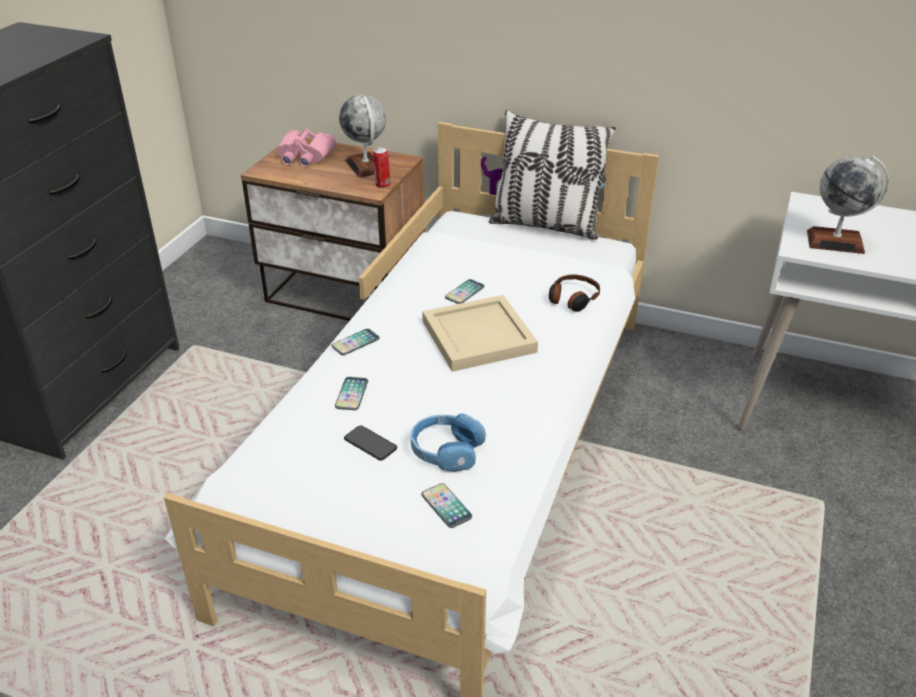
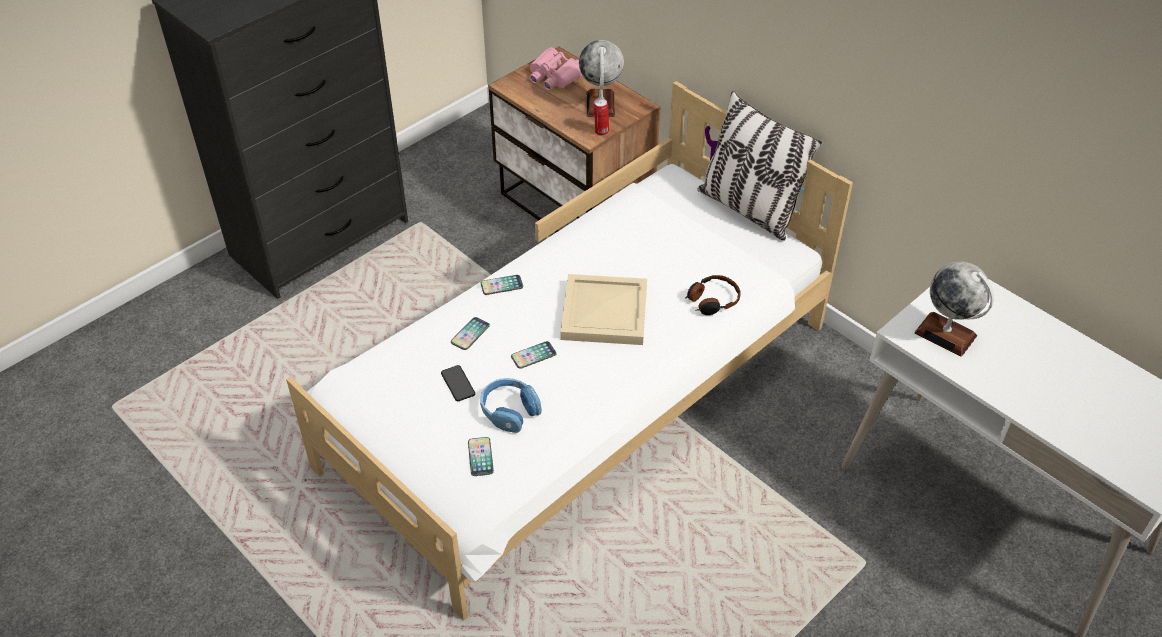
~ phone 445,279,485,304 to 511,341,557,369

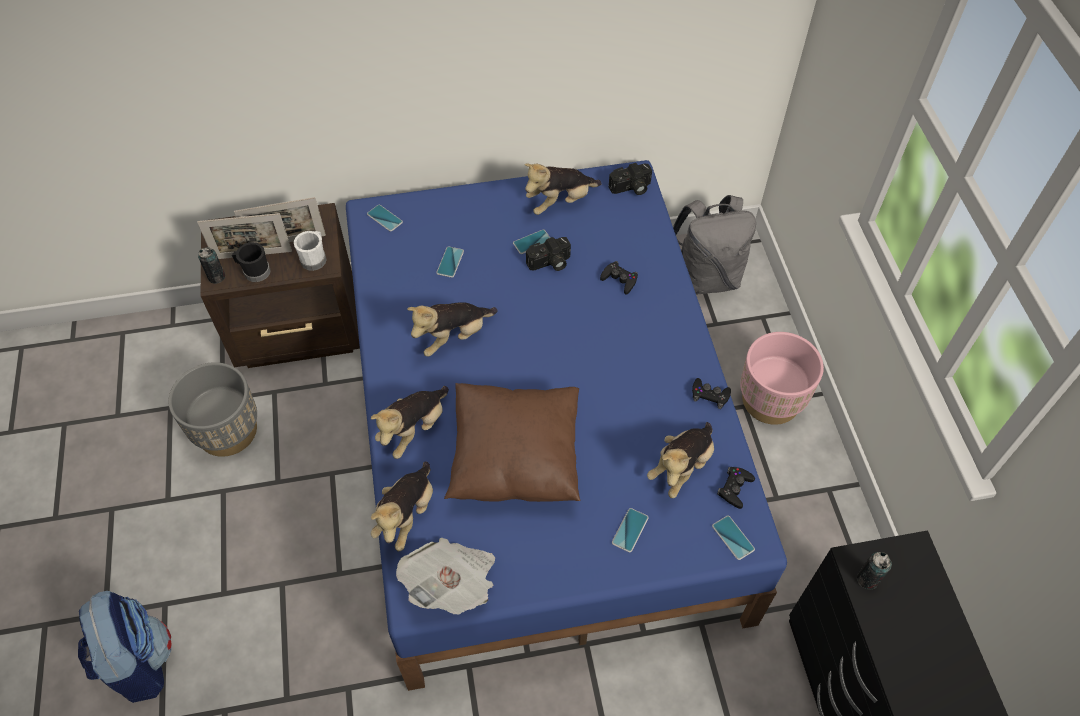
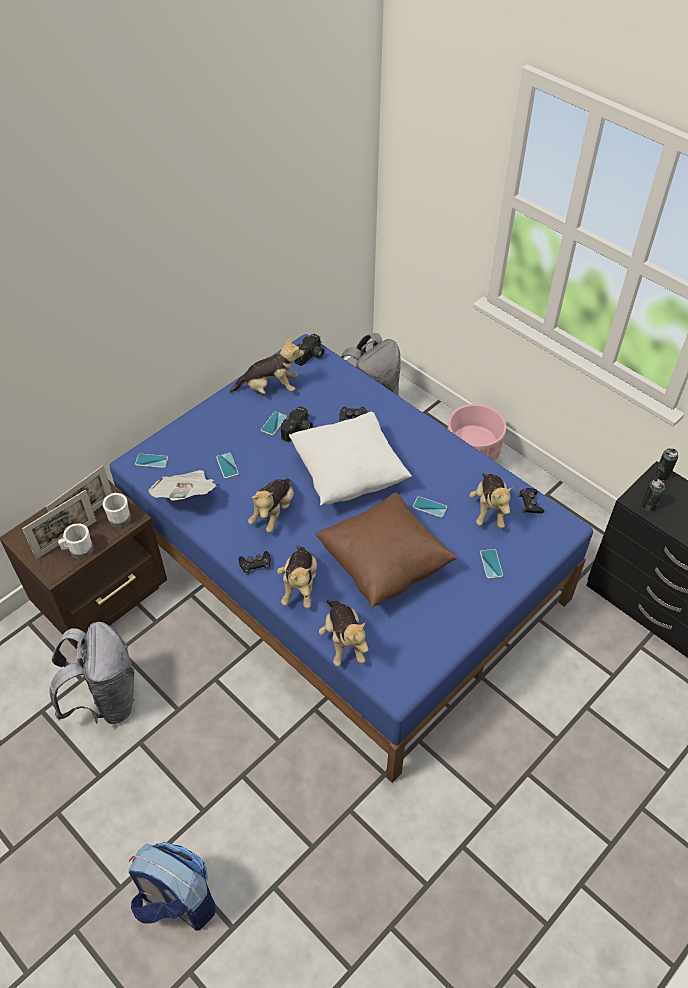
~ plush toy 524,163,602,215 = 230,336,304,394 120 degrees counterclockwise
~ black mug 232,242,271,282 to white mug 58,523,94,559
~ can 198,247,225,284 to 655,448,678,480
~ grey planter 168,362,257,457 to grey backpack 49,622,135,724
~ black game controller 692,378,731,409 to 239,551,271,575
~ phone 712,516,755,560 to 413,496,447,518
~ newspaper 396,538,495,614 to 149,470,217,501
+ white pillow 289,412,412,506

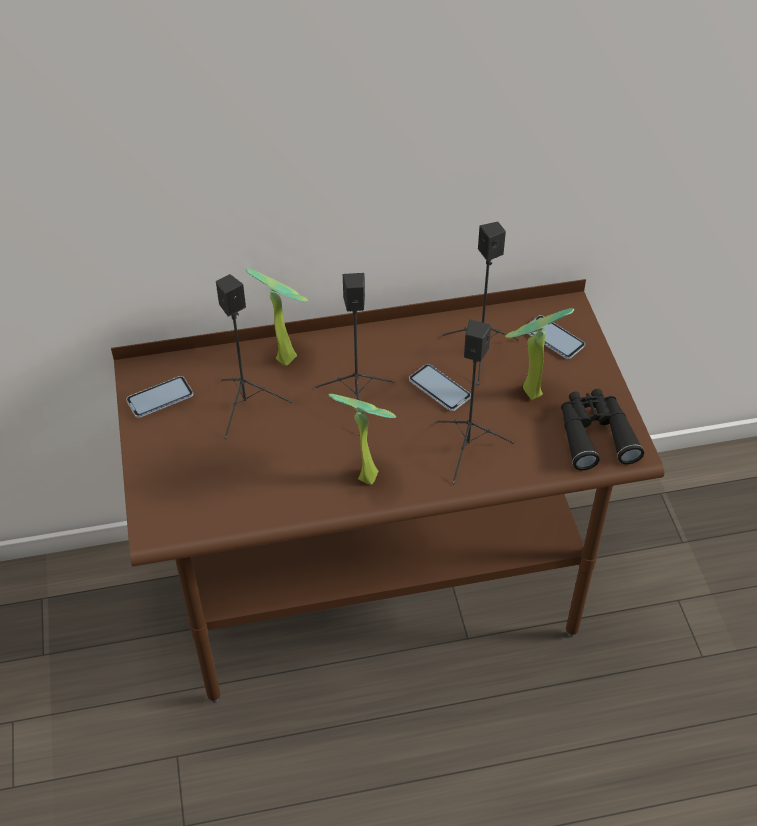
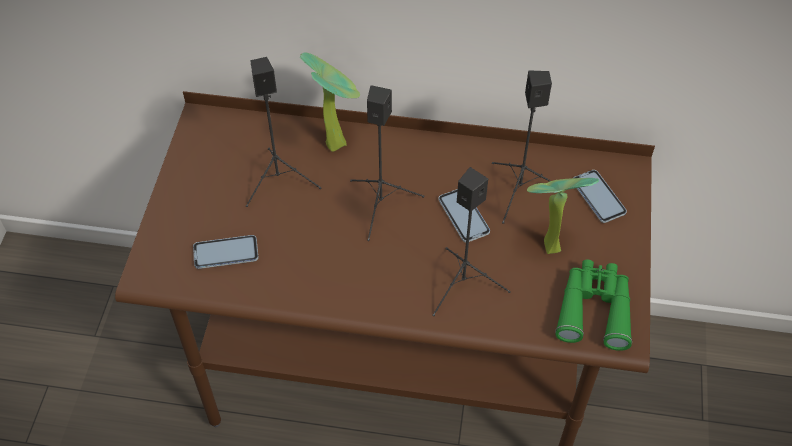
~ phone 126,376,193,418 to 193,235,259,269
~ black binoculars 561,389,644,470 to green binoculars 555,260,632,351
- potted plant 329,394,396,485

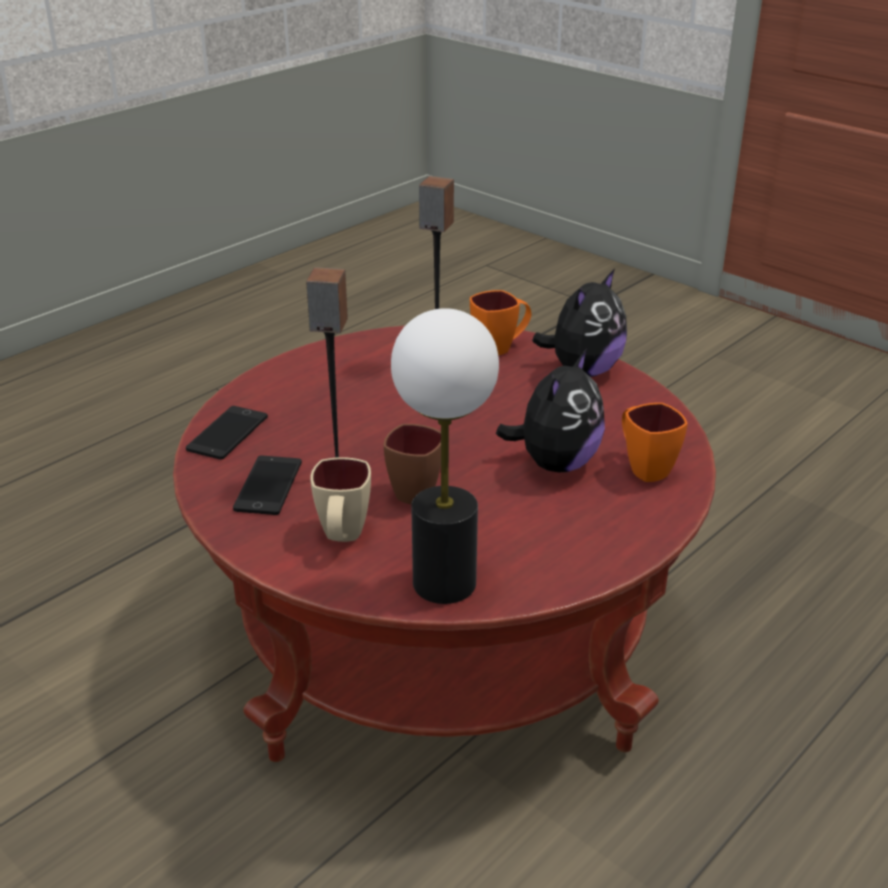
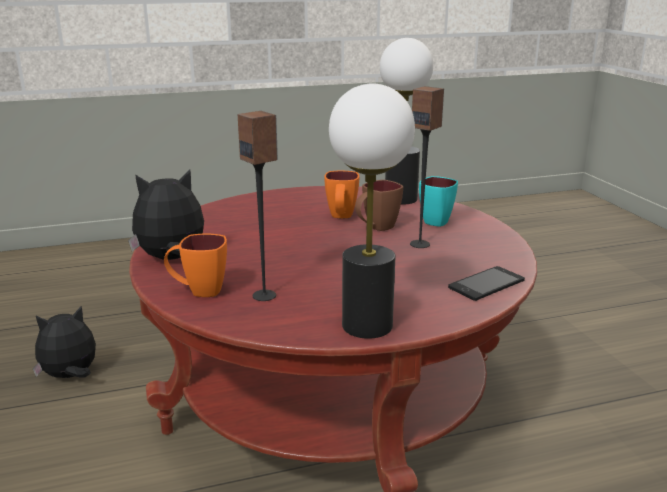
~ plush toy 496,349,605,472 to 33,306,96,378
~ orange mug 622,403,688,482 to 324,171,359,218
- phone 233,456,302,515
~ beige mug 310,457,371,542 to turquoise mug 419,176,458,227
+ table lamp 329,83,415,339

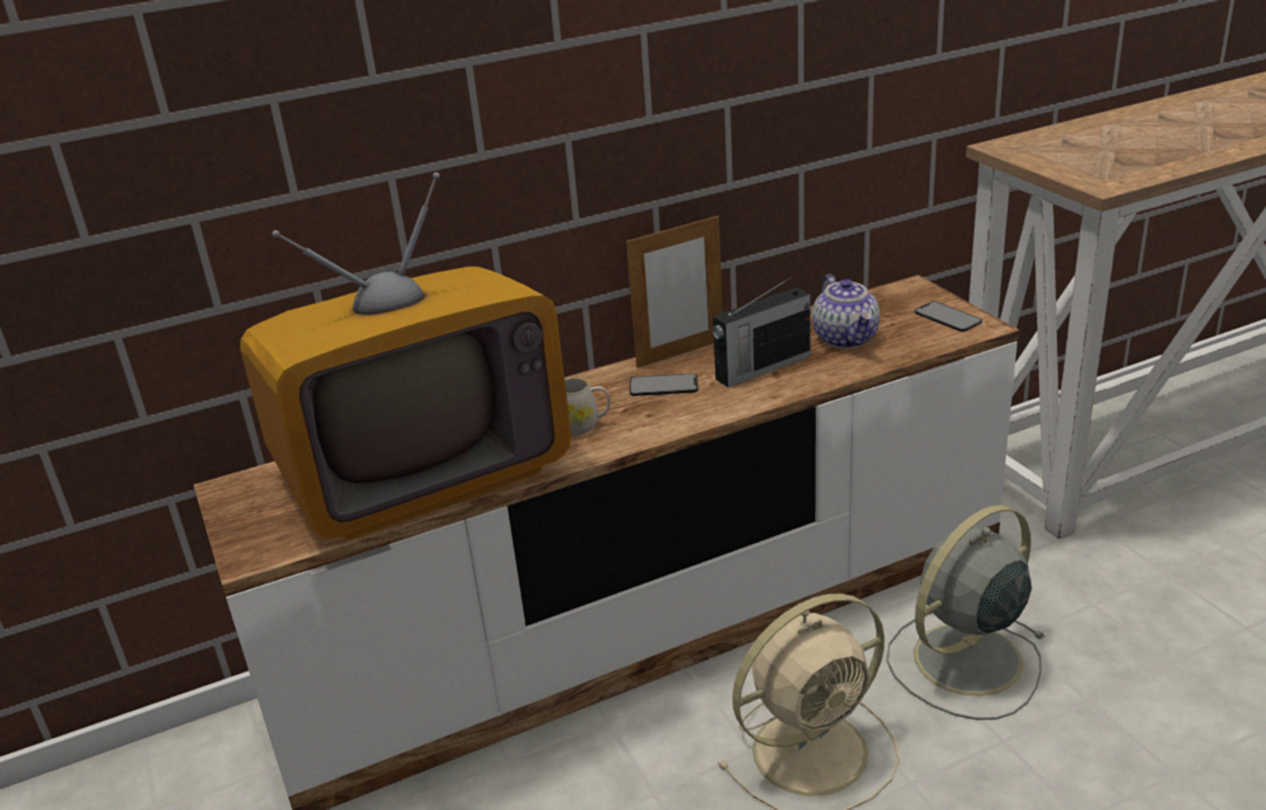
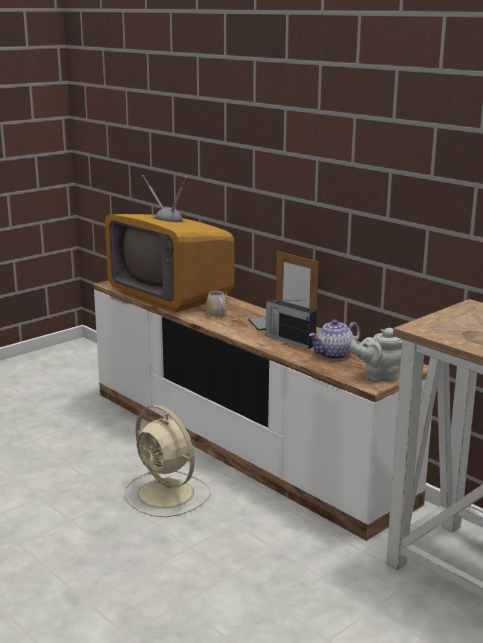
~ phone 915,301,982,332 to grey teapot 350,328,402,382
- grey fan 886,505,1046,720

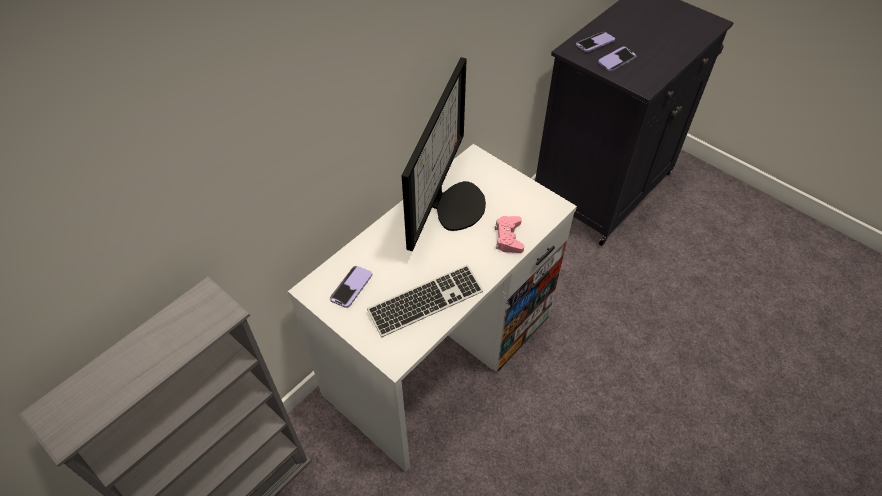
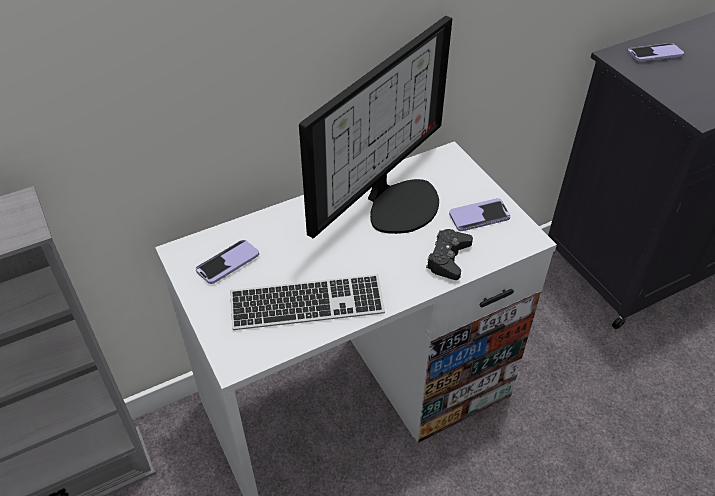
~ phone 598,47,637,72 to 449,198,511,231
~ pink game controller 495,216,524,253 to black game controller 426,229,473,280

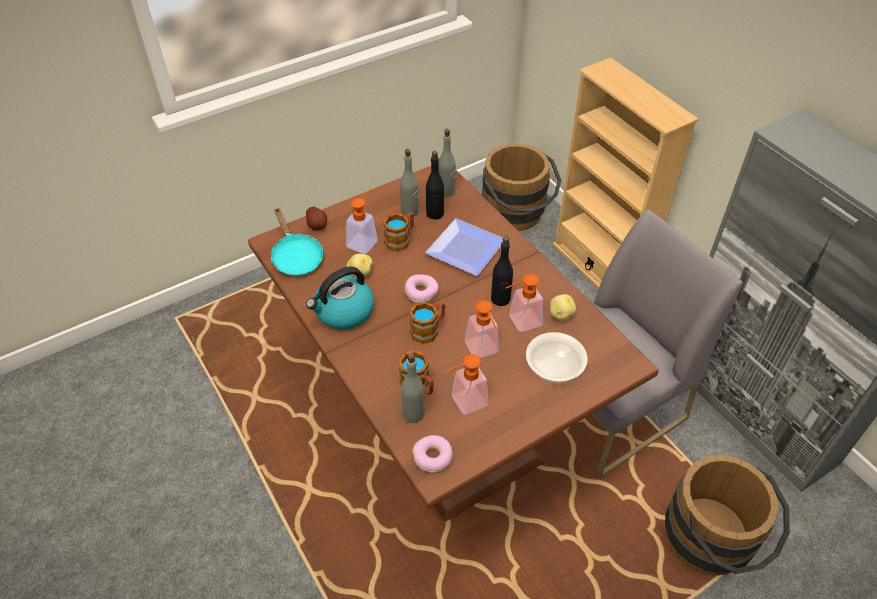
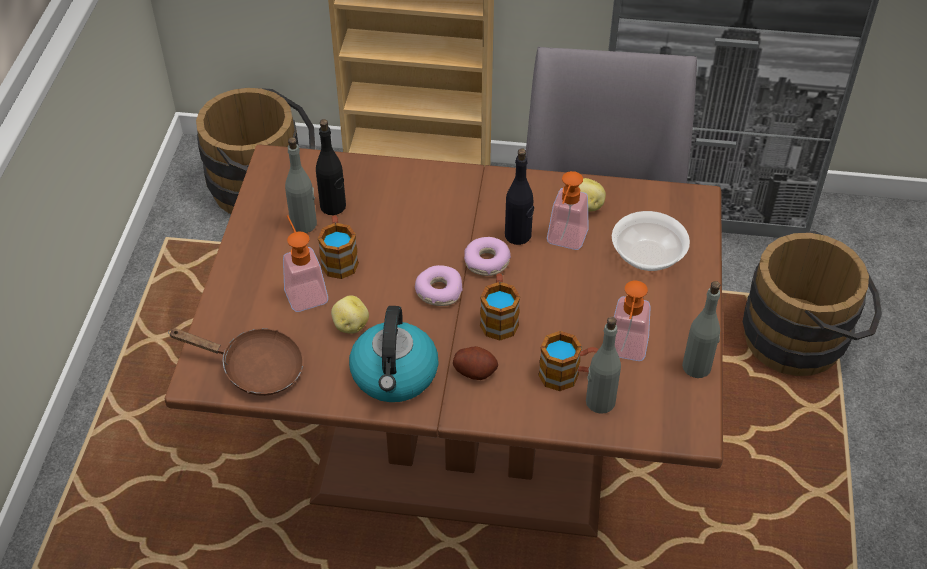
~ grey bottle 438,129,456,197 to 682,281,720,378
~ potato 306,207,327,230 to 453,346,498,380
~ turquoise frying pan 271,208,323,276 to brown frying pan 168,328,303,396
- plate 425,218,503,276
- soap dispenser 465,300,499,358
~ donut 412,435,453,473 to 464,237,511,276

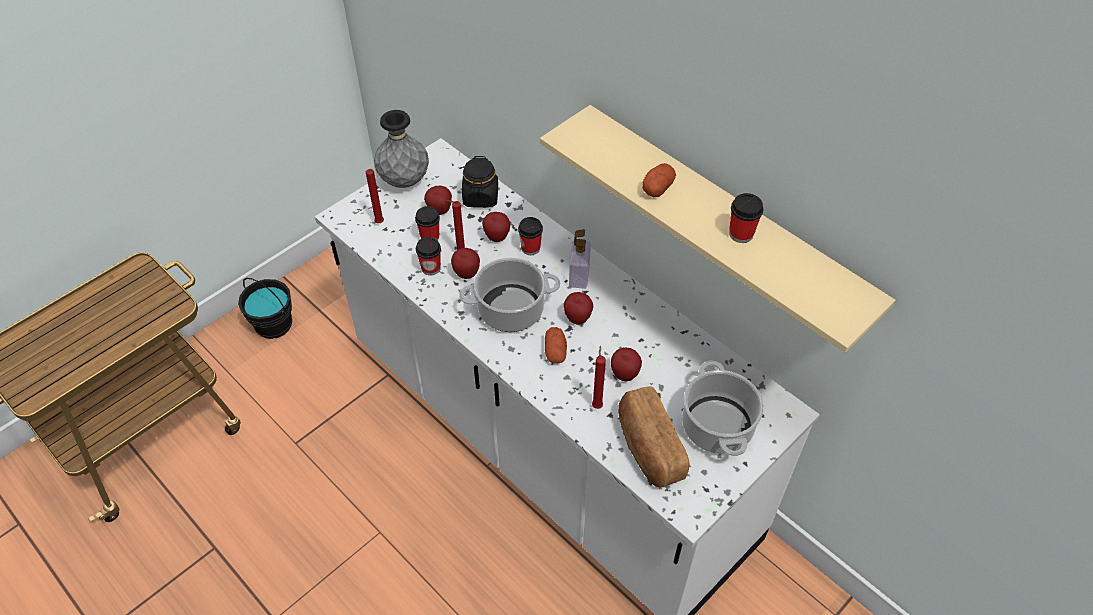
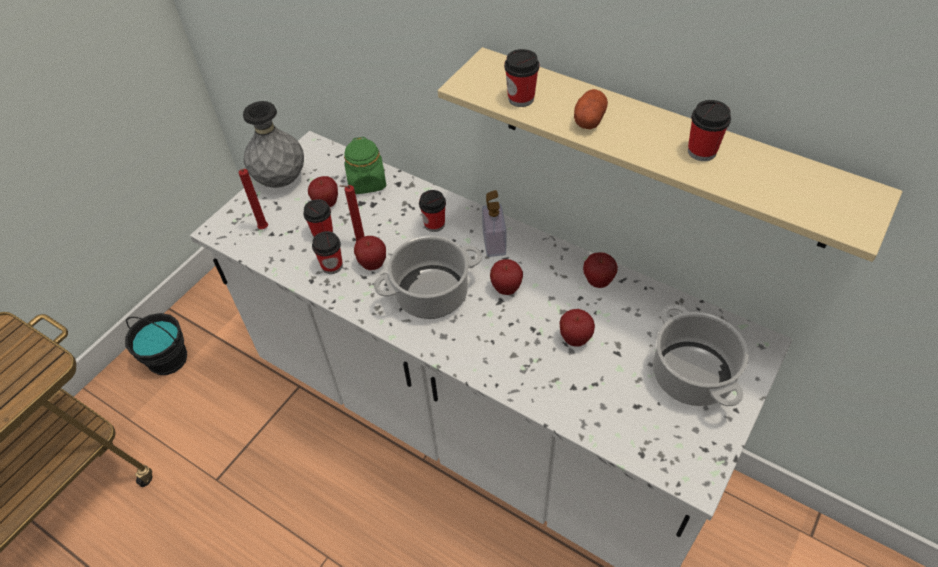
~ black jar 462,156,498,208 to green jar 344,137,386,194
~ apple 482,212,510,242 to 583,252,618,288
- potato 545,327,567,364
- red candle 592,345,606,409
- bread 618,386,689,488
+ cup 504,49,539,107

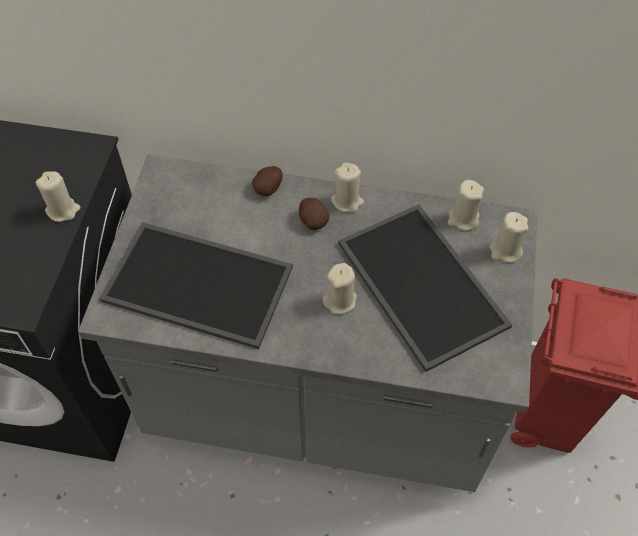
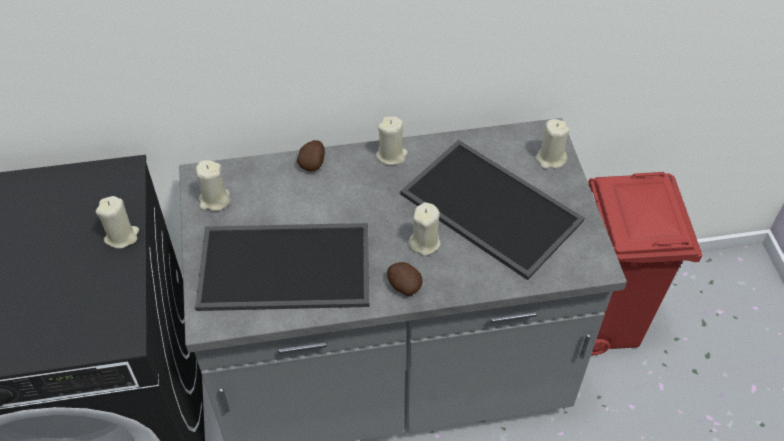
~ beige candle 448,180,484,231 to 196,160,230,211
~ potato 299,198,329,230 to 387,262,423,296

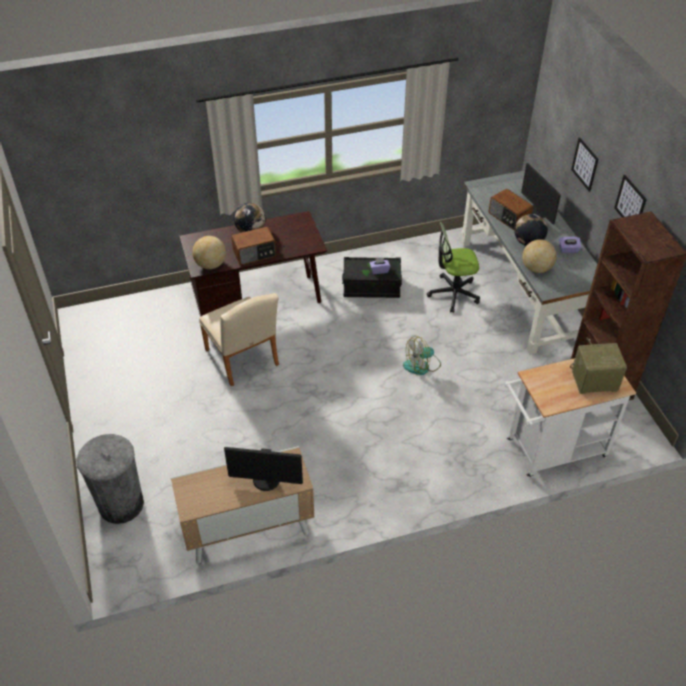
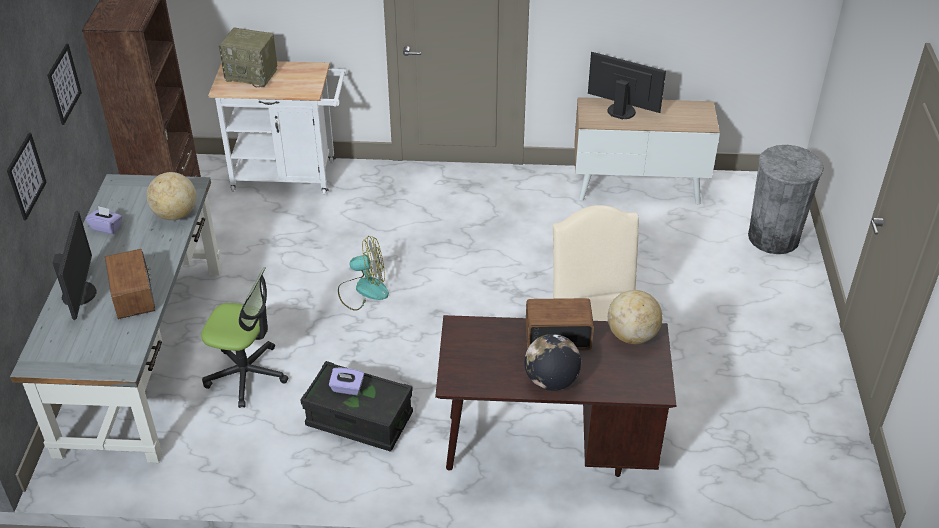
- globe 514,214,548,246

